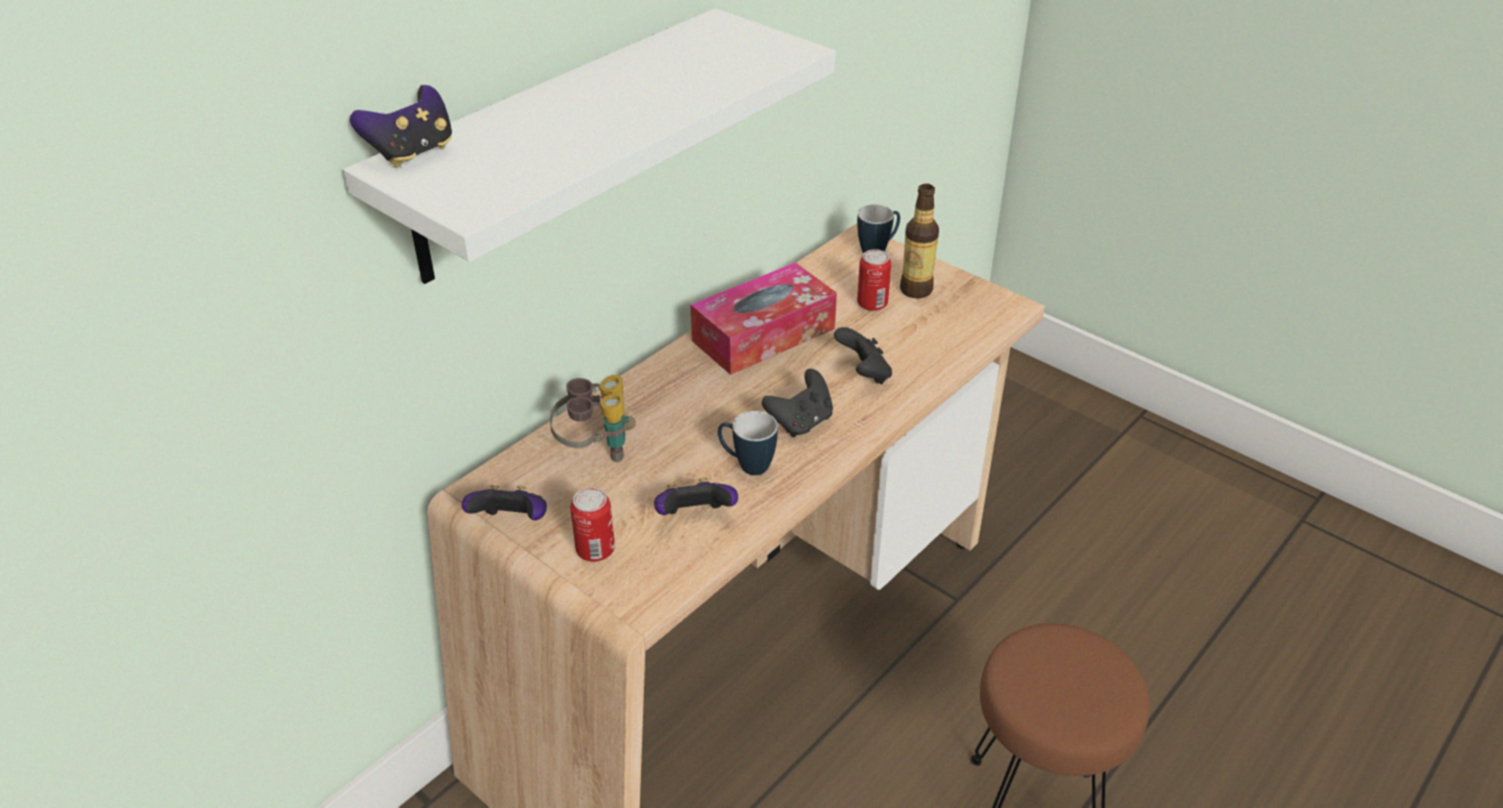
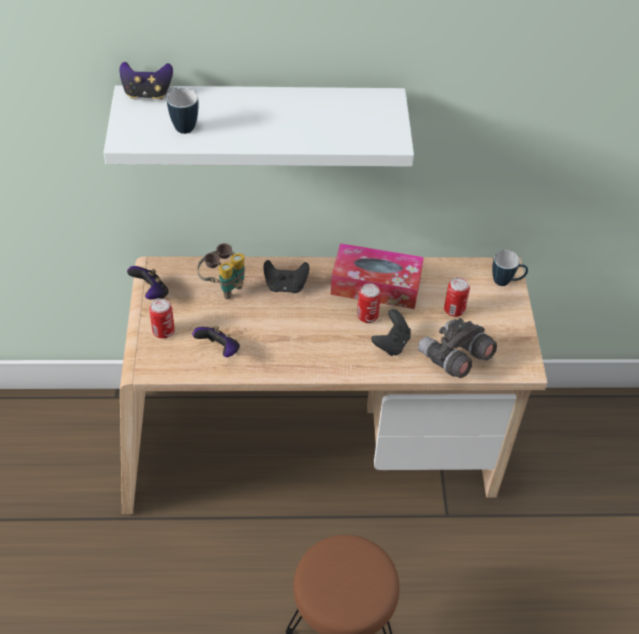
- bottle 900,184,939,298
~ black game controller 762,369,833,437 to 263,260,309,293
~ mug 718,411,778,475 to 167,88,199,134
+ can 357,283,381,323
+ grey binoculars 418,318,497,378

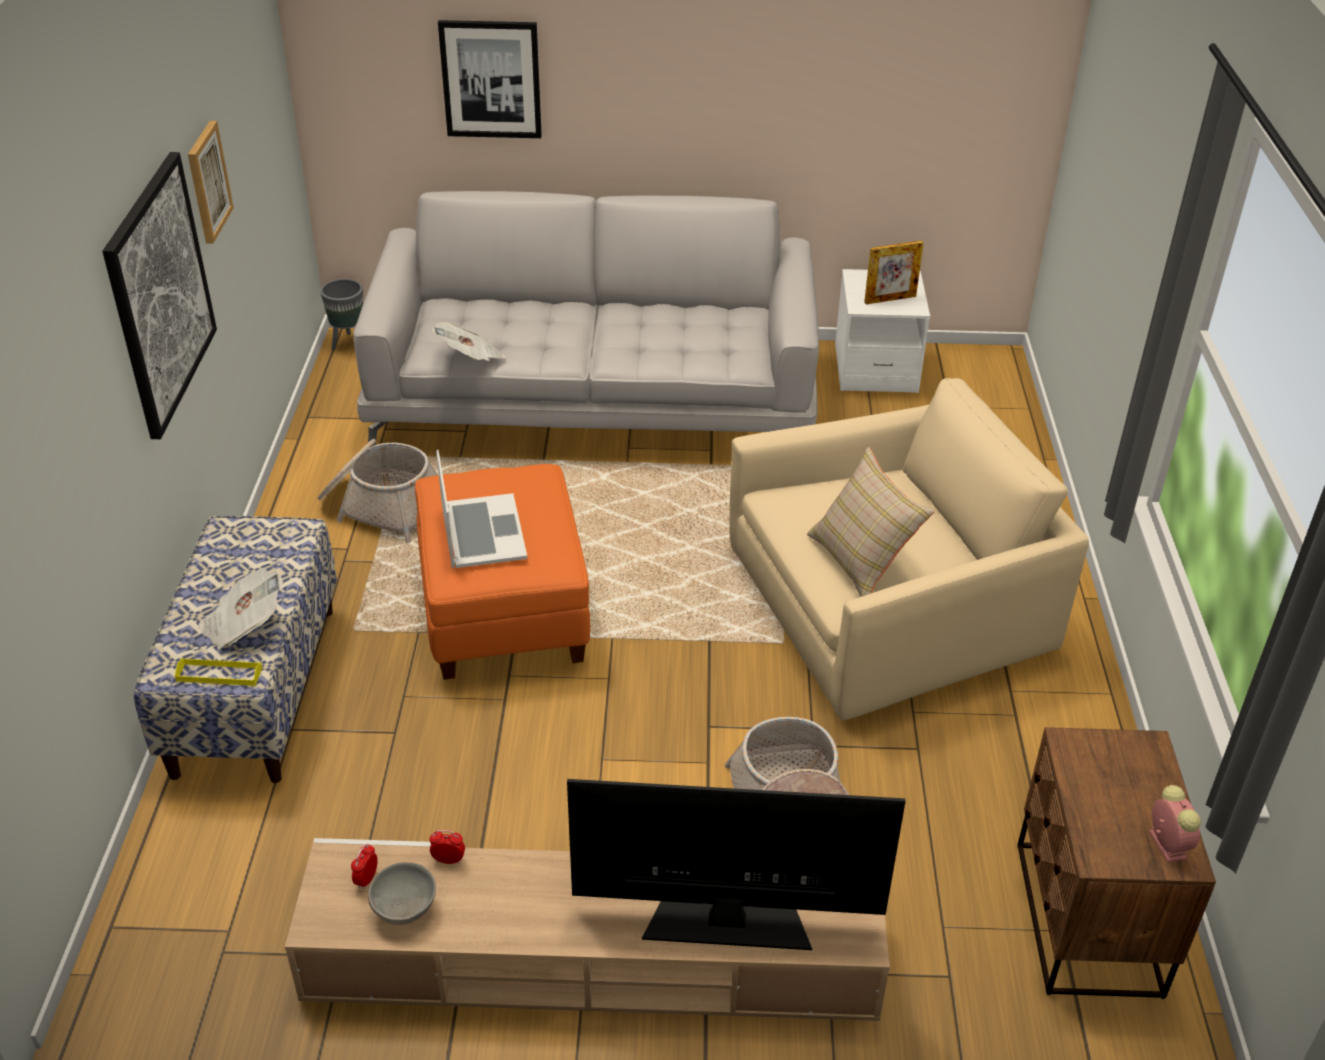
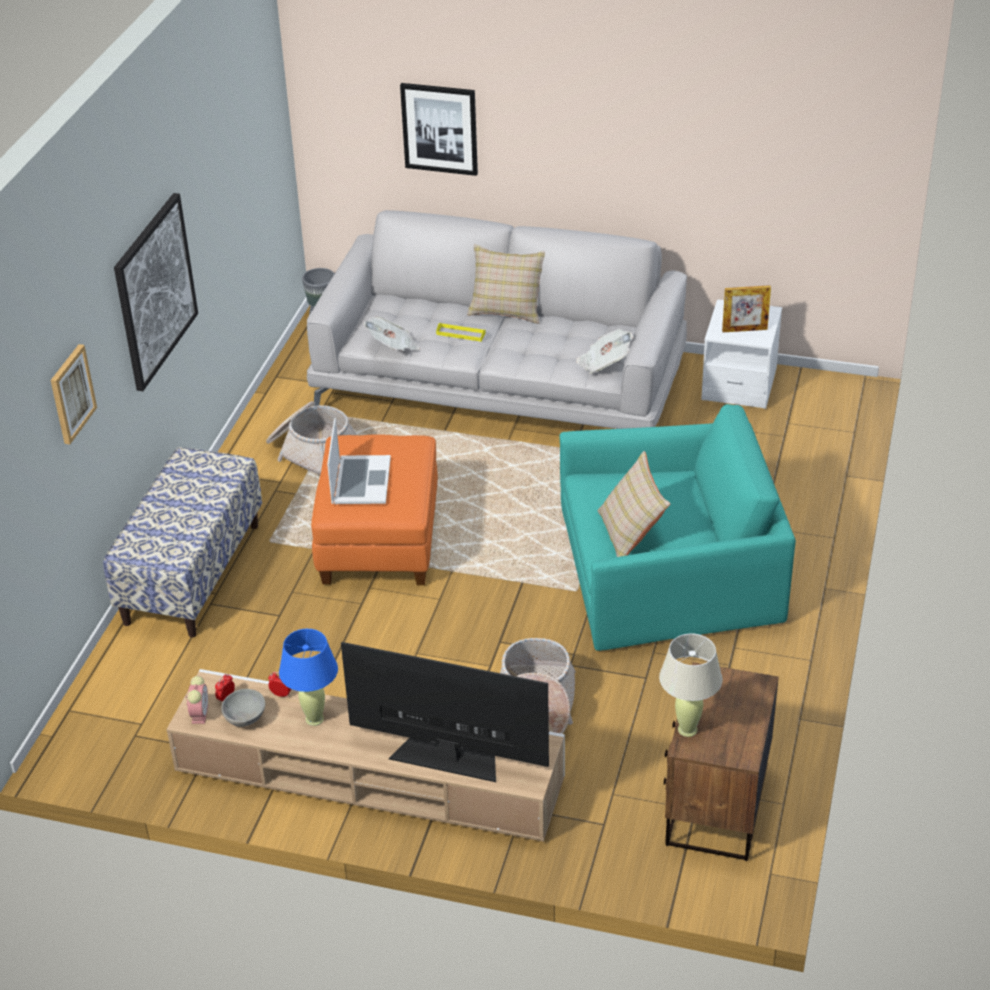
~ picture 188,121,234,244 to 51,344,97,445
~ beige armchair 729,378,1089,721 to turquoise armchair 559,404,796,651
~ newspaper 198,568,283,650 to 576,329,633,374
~ yellow tray 175,658,262,686 to 436,323,486,342
~ alarm clock 1149,785,1201,862 to 185,676,208,724
+ beige pillow 467,244,545,324
+ blue table lamp 279,629,338,726
+ beige table lamp 659,634,722,737

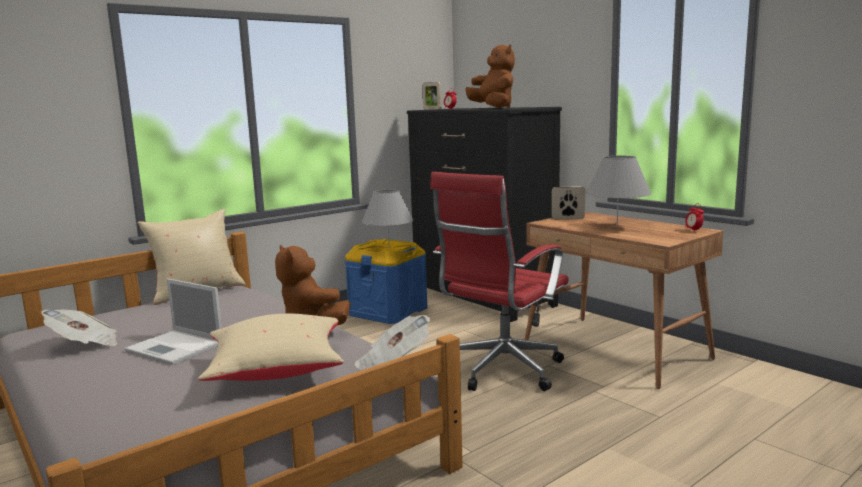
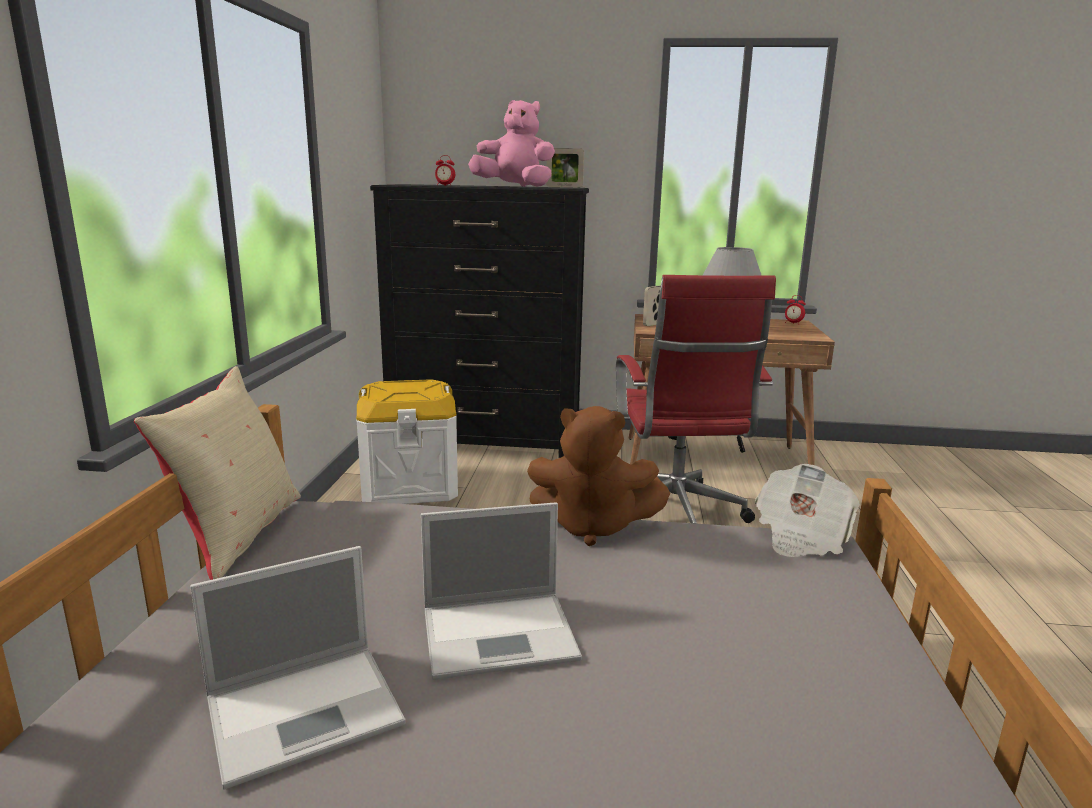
~ brown plush toy 465,44,515,108 to pink plush toy 468,100,555,187
~ picture frame 423,82,442,110 to 546,148,584,188
- grey table lamp 362,190,413,245
~ blue storage box 345,239,427,324 to white storage box 356,379,458,504
~ newspaper 41,310,117,346 to laptop 190,546,406,790
- beige pillow 198,314,344,381

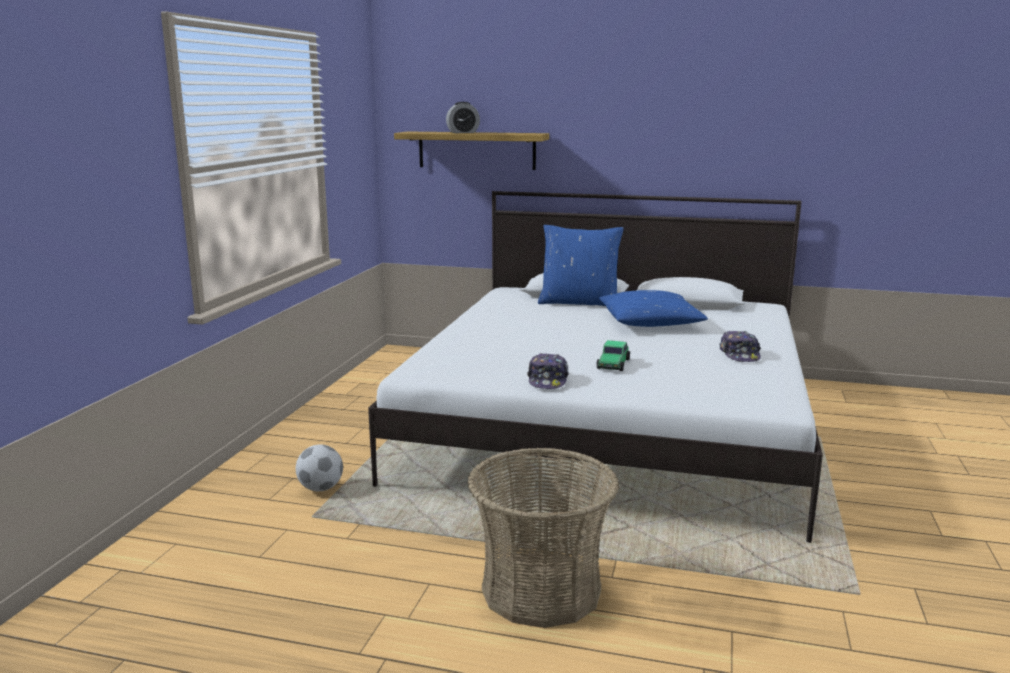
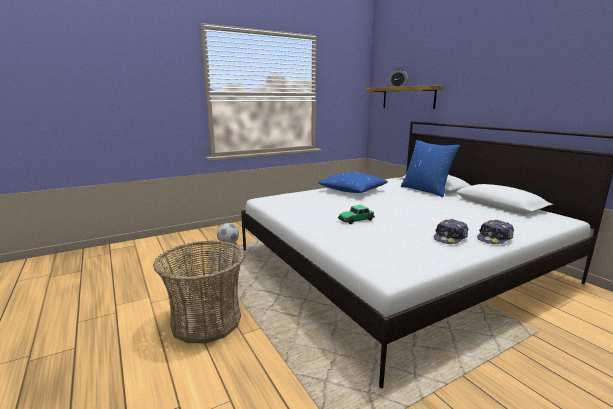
~ blue pillow 599,290,708,327 to 317,172,388,193
~ cap 527,353,569,389 to 477,220,514,244

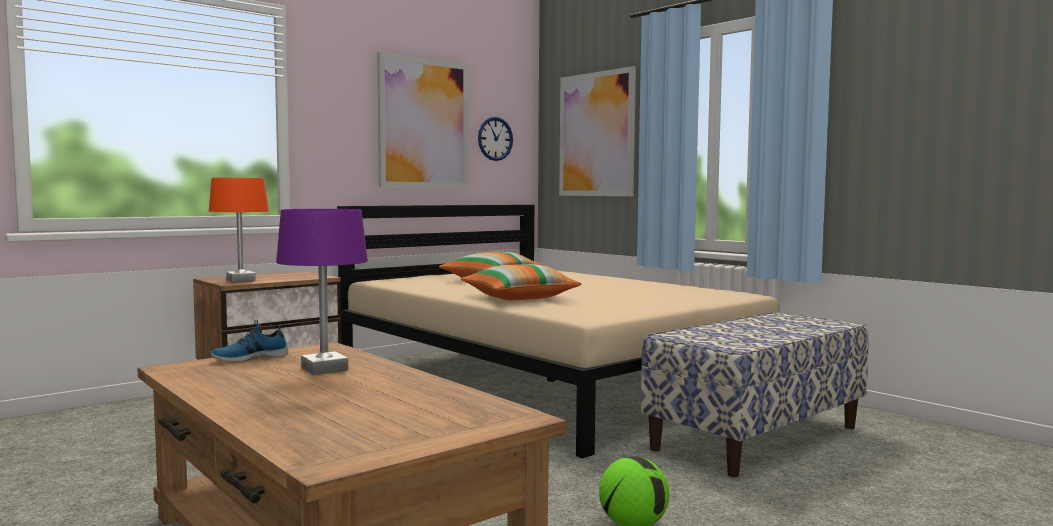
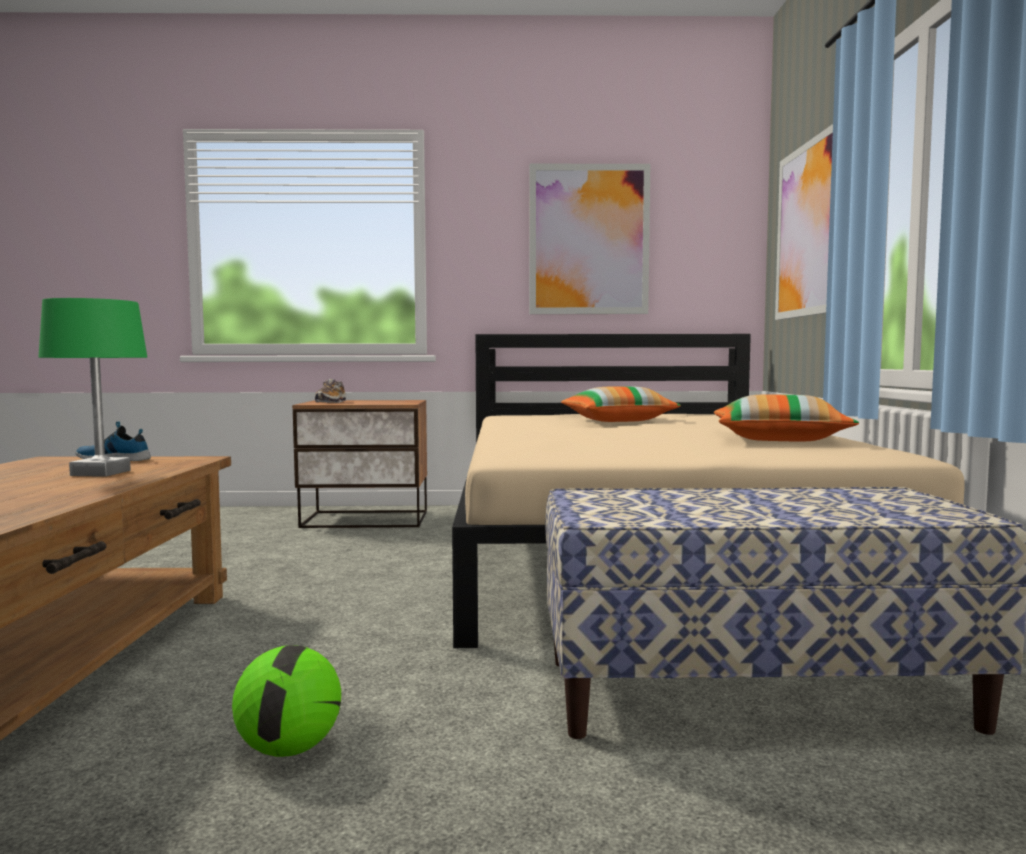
- wall clock 478,117,513,161
~ orange table lamp 209,178,269,282 to shoe 315,379,346,403
~ purple table lamp 276,209,368,375 to green table lamp 39,298,147,477
~ pillow 461,264,582,300 to 714,394,859,441

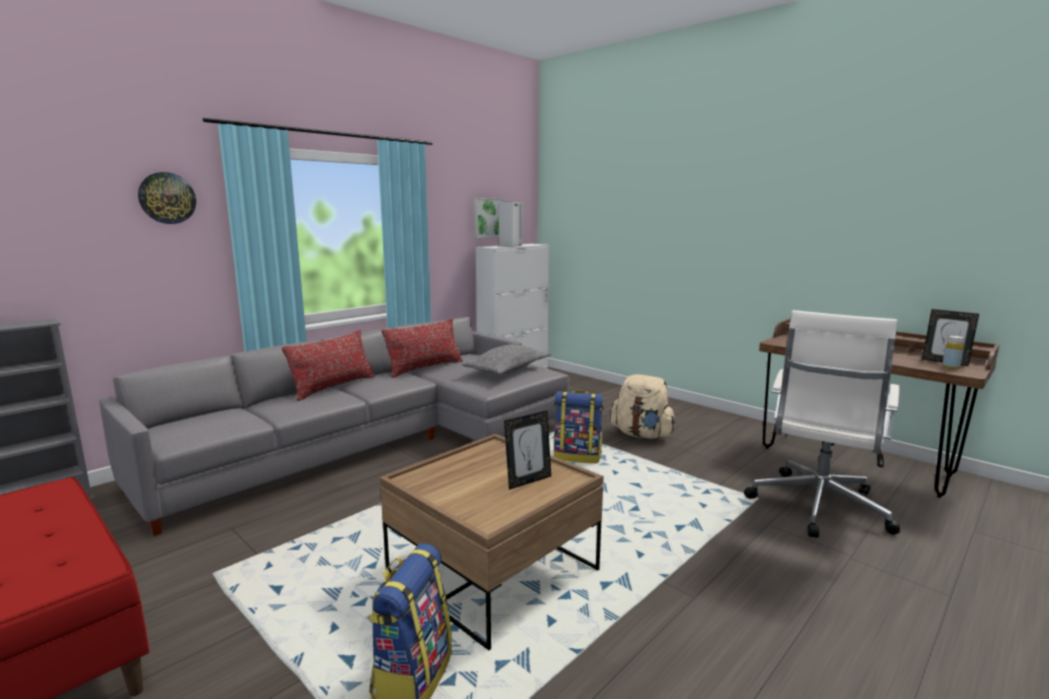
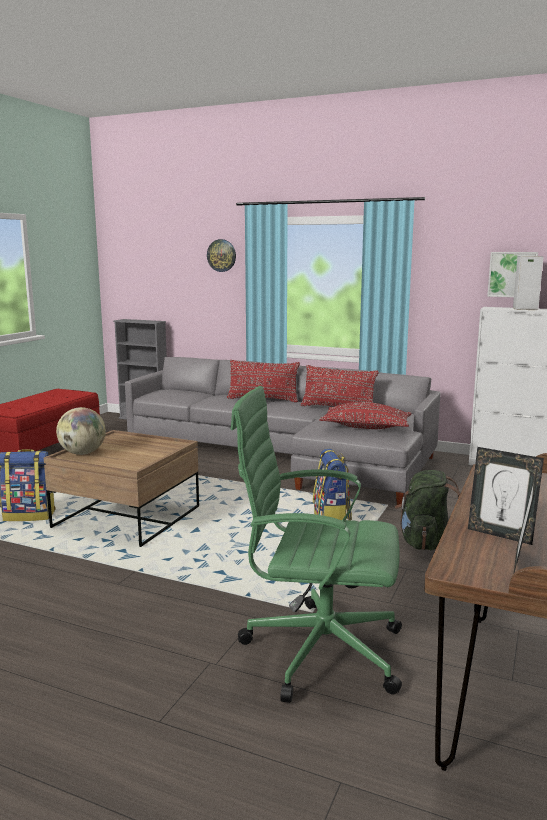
~ white office chair 744,310,900,538 to green office chair 230,386,402,703
- yellow bottle 942,335,965,370
~ grey pillow 462,344,550,374 to red pillow 319,402,412,429
~ beige backpack 611,374,676,439 to green backpack 394,470,460,550
~ picture frame 504,411,551,490 to 468,447,544,545
+ globe 56,407,106,455

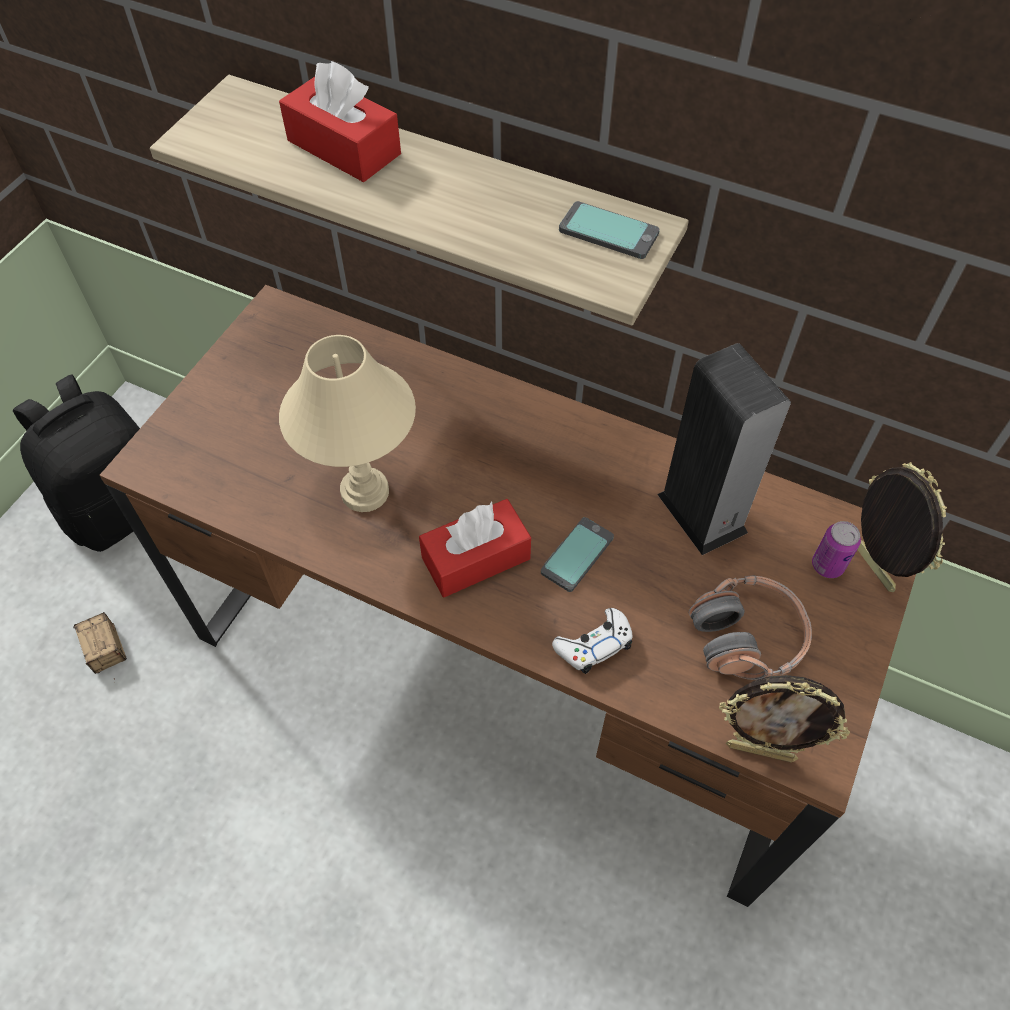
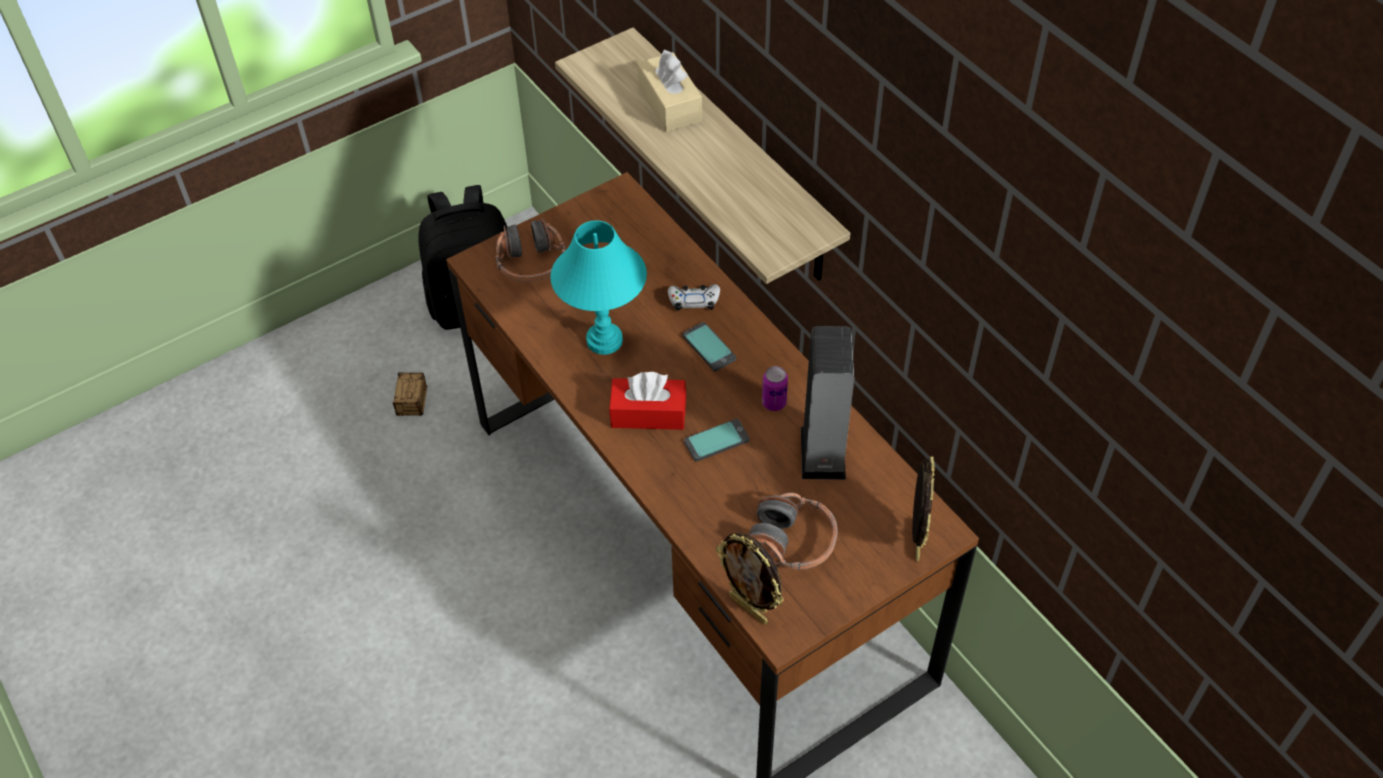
~ red tissue box 279,61,401,182 to beige tissue box 637,49,702,132
~ phone 559,201,660,259 to 683,322,736,371
~ beige table lamp 279,335,416,512 to turquoise table lamp 550,220,647,355
~ can 812,521,861,578 to 762,366,788,411
~ white game controller 552,608,633,674 to 668,284,720,311
+ headphones 495,218,566,282

